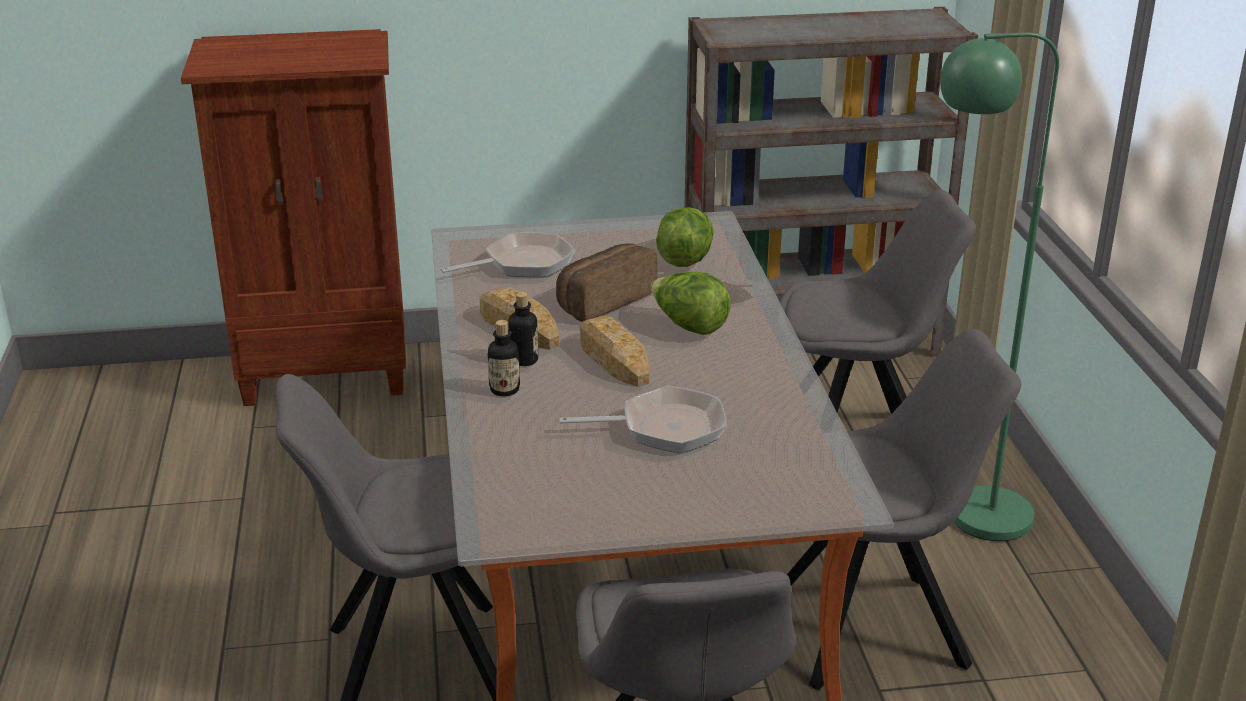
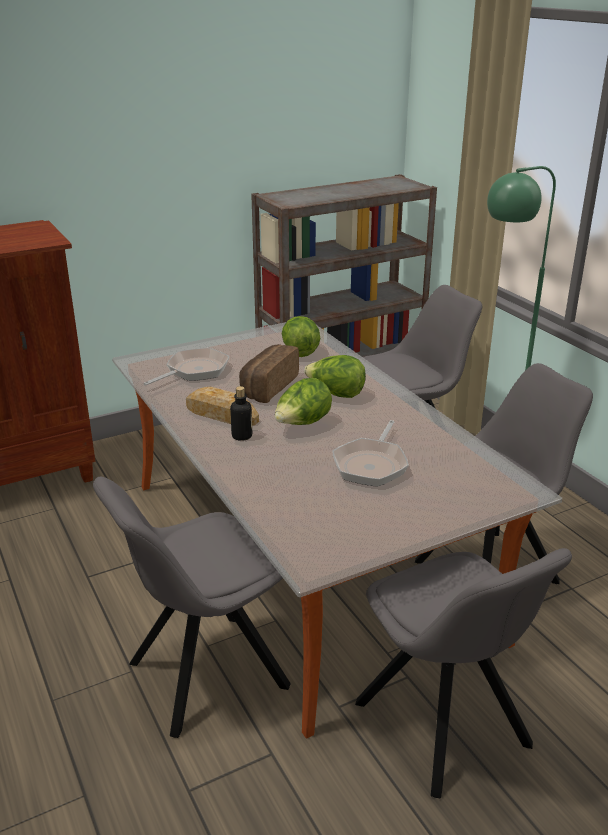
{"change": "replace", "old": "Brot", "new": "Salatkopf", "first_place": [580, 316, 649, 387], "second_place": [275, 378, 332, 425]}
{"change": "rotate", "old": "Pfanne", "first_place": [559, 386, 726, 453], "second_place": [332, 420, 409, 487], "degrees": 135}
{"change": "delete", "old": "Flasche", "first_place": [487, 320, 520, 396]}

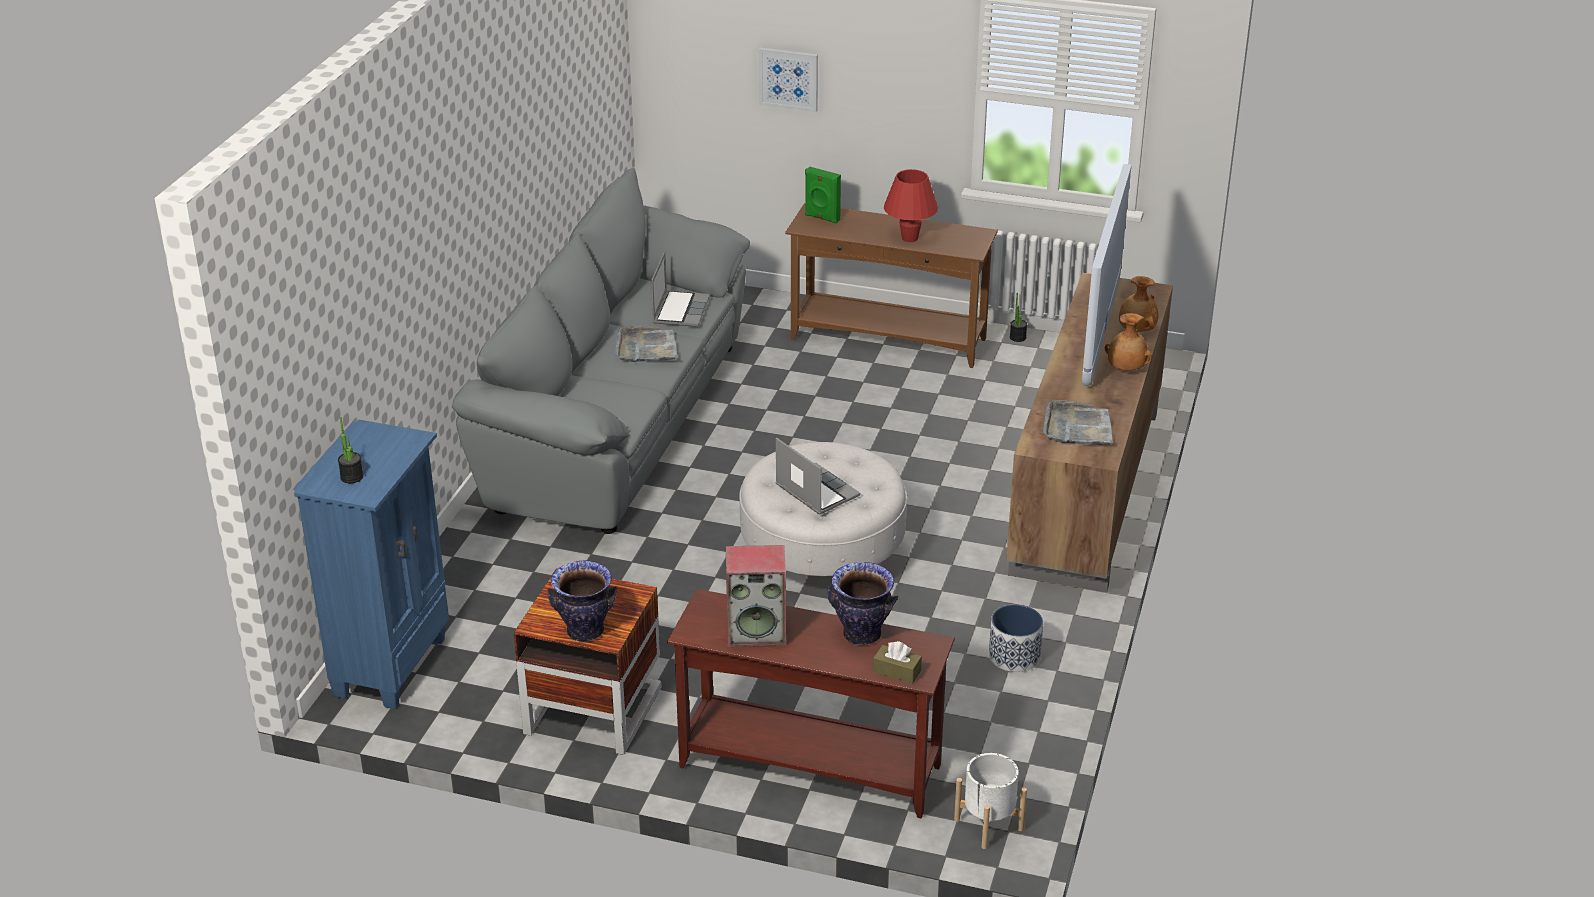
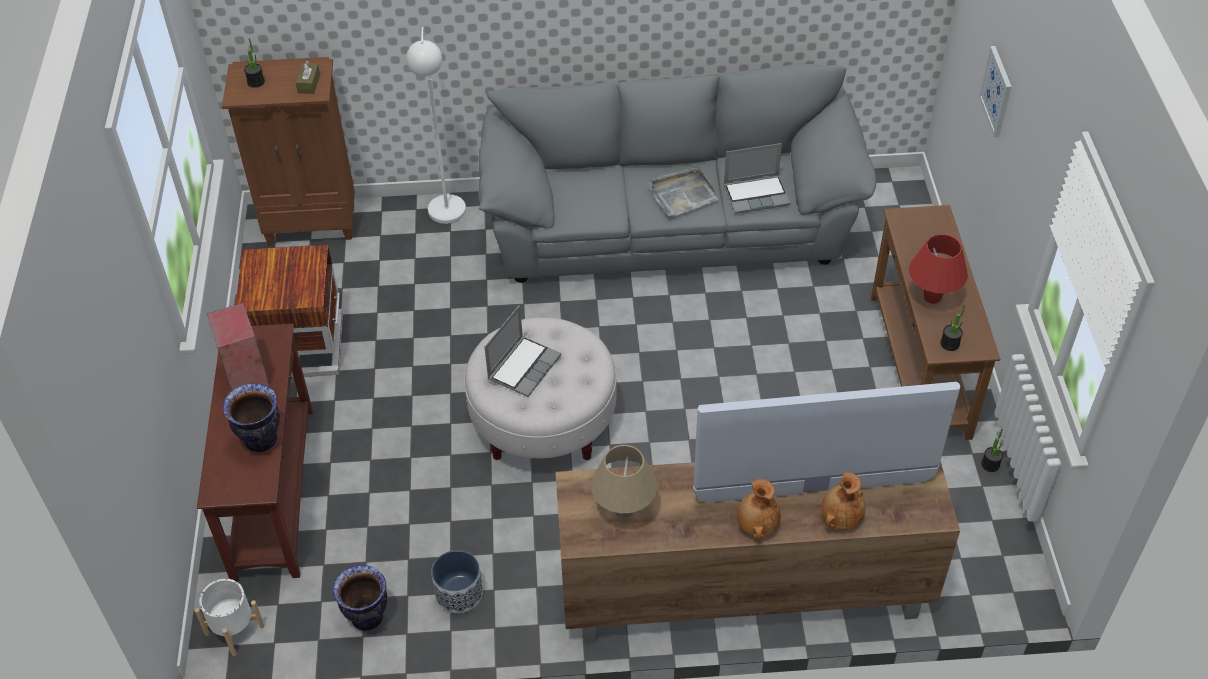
{"change": "recolor", "old": "Schrank [blau]", "new": "Schrank [braun]", "first_place": [292, 420, 449, 709], "second_place": [222, 57, 355, 244]}
{"change": "move", "old": "Taschentuchbox [braun]", "first_place": [873, 641, 922, 684], "second_place": [296, 61, 320, 94]}
{"change": "move", "old": "Vase", "first_place": [547, 561, 617, 641], "second_place": [333, 565, 387, 631]}
{"change": "insert", "new": "Stehlampe [weiß]", "second_place": [406, 27, 466, 224]}
{"change": "replace", "old": "Tablett [grau]", "new": "Tischlampe [beige]", "first_place": [1043, 400, 1113, 445], "second_place": [591, 445, 657, 518]}
{"change": "insert", "new": "Topfpflanze", "second_place": [940, 304, 965, 351]}
{"change": "delete", "old": "Lautsprecher [grün]", "first_place": [805, 167, 841, 224]}

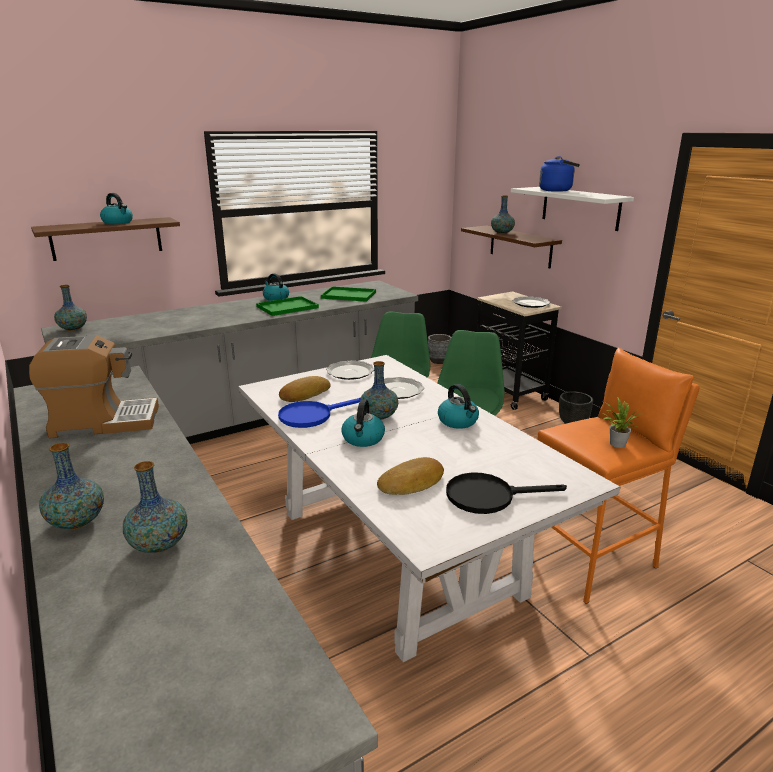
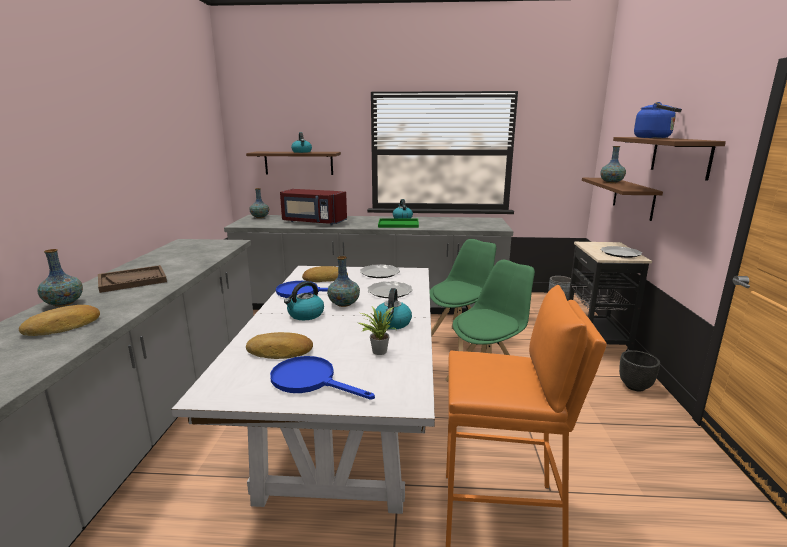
{"change": "replace", "old": "Vase", "new": "Brot", "first_place": [123, 461, 187, 553], "second_place": [19, 305, 100, 336]}
{"change": "insert", "new": "Tablett [braun]", "second_place": [98, 265, 167, 293]}
{"change": "recolor", "old": "Pfanne [schwarz]", "new": "Pfanne [blau]", "first_place": [446, 472, 567, 514], "second_place": [270, 356, 375, 400]}
{"change": "insert", "new": "Mikrowelle [rot]", "second_place": [280, 189, 347, 225]}
{"change": "move", "old": "Topfpflanze", "first_place": [603, 397, 639, 448], "second_place": [358, 307, 396, 355]}
{"change": "recolor", "old": "Wandregal [weiß]", "new": "Wandregal [braun]", "first_place": [511, 187, 634, 231], "second_place": [613, 137, 726, 181]}
{"change": "delete", "old": "Kaffeemaschine", "first_place": [29, 335, 159, 438]}
{"change": "delete", "old": "Tablett [grün]", "first_place": [321, 286, 376, 302]}

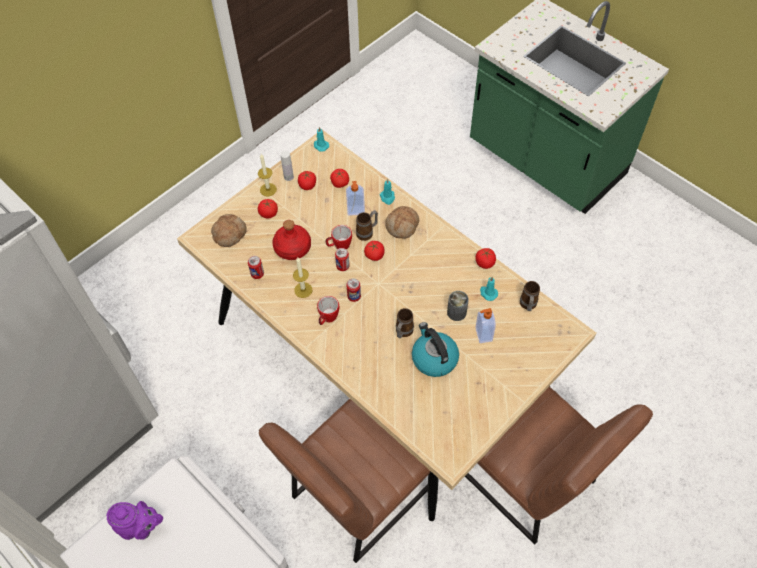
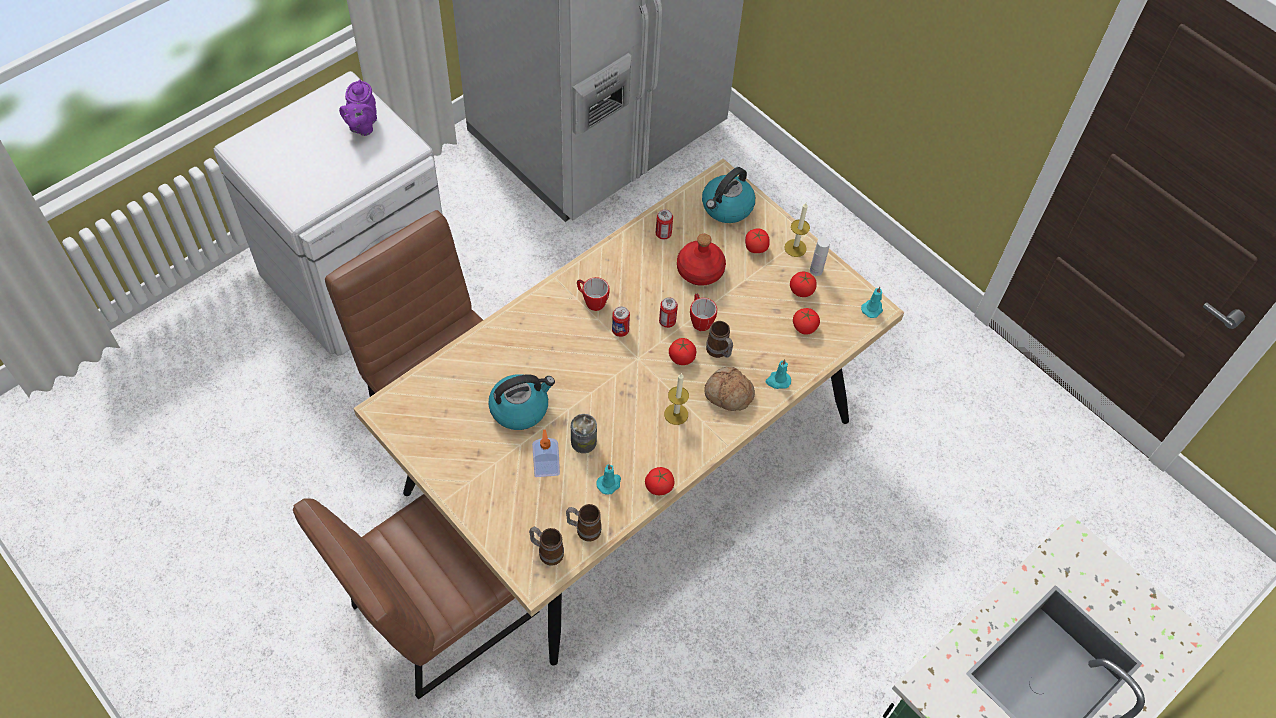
{"change": "move", "old": "Henkelbecher", "first_place": [396, 308, 414, 338], "second_place": [529, 526, 564, 566]}
{"change": "move", "old": "Kerze", "first_place": [293, 258, 312, 298], "second_place": [664, 374, 689, 425]}
{"change": "replace", "old": "Brot", "new": "Wasserkessel", "first_place": [211, 214, 247, 247], "second_place": [702, 167, 755, 223]}
{"change": "delete", "old": "Seifenspender", "first_place": [346, 181, 365, 216]}

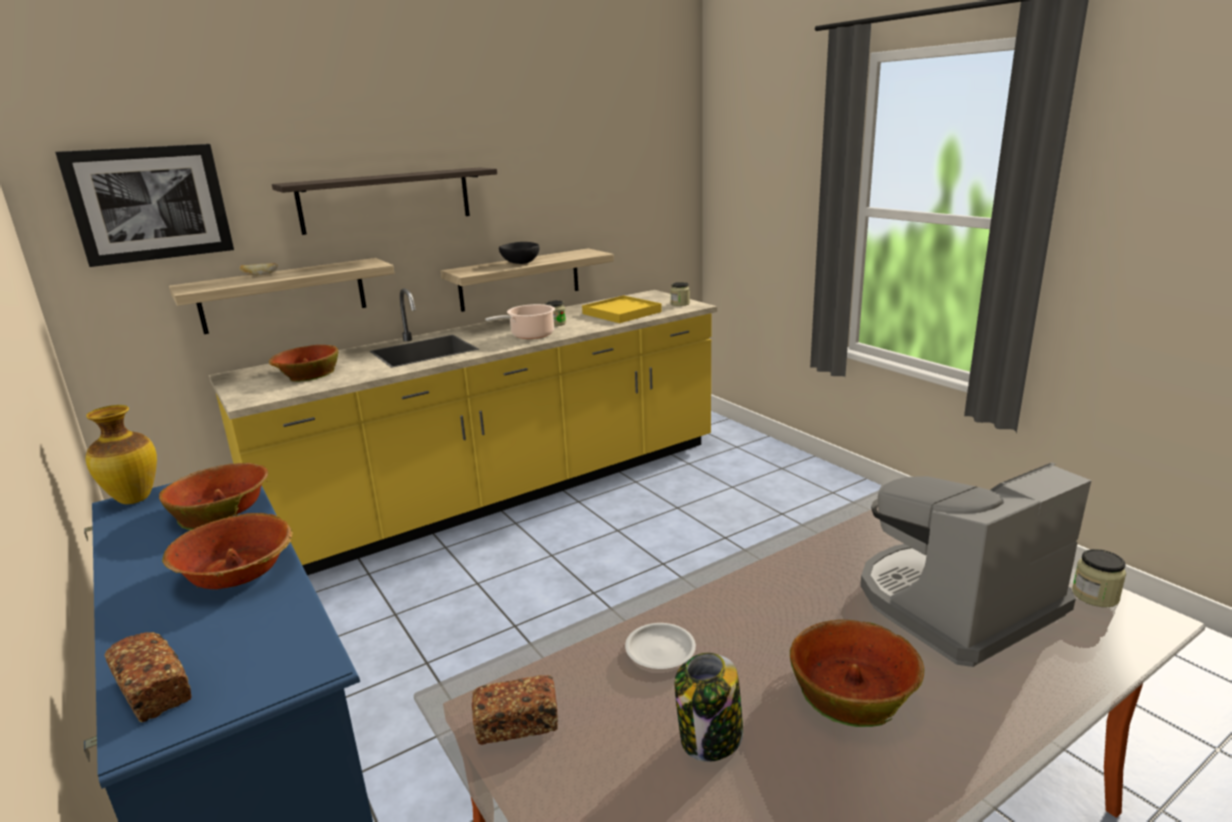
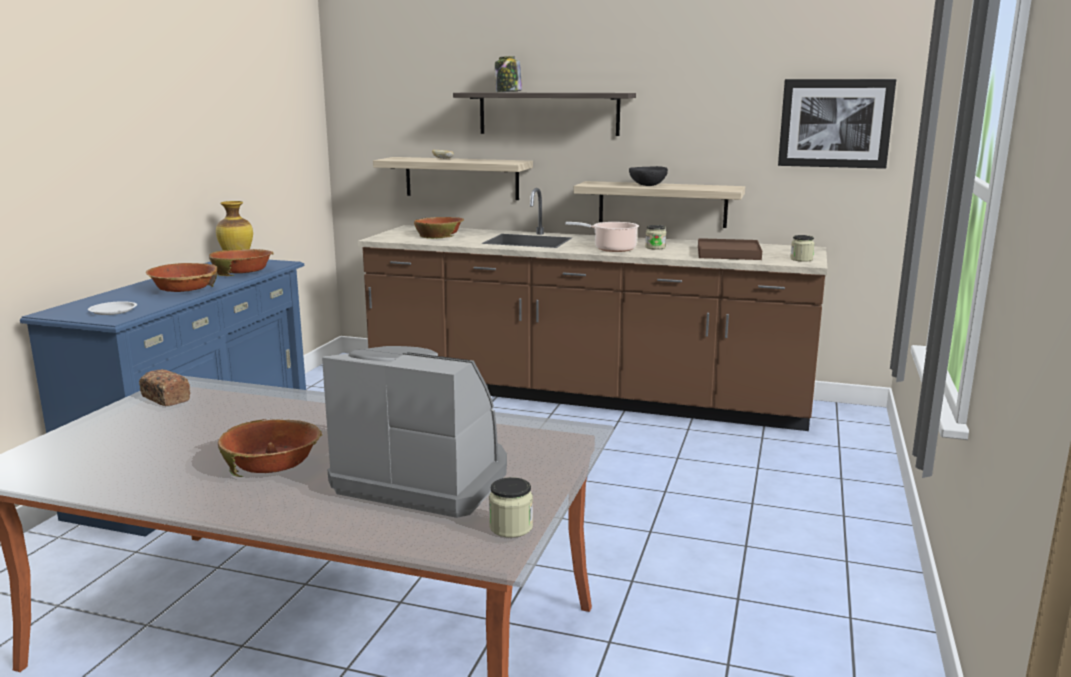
{"change": "move", "old": "Teller [weiß]", "first_place": [625, 623, 696, 669], "second_place": [88, 301, 137, 315]}
{"change": "recolor", "old": "Küchenzeile [gelb]", "new": "Küchenzeile [braun]", "first_place": [209, 288, 717, 575], "second_place": [358, 188, 827, 431]}
{"change": "move", "old": "Vorratsglas", "first_place": [675, 653, 743, 762], "second_place": [495, 56, 522, 92]}
{"change": "recolor", "old": "Tablett [gelb]", "new": "Tablett [braun]", "first_place": [582, 295, 662, 323], "second_place": [698, 238, 762, 260]}
{"change": "move", "old": "Bild", "first_place": [55, 144, 234, 267], "second_place": [778, 79, 896, 169]}
{"change": "delete", "old": "Brot", "first_place": [104, 632, 191, 722]}

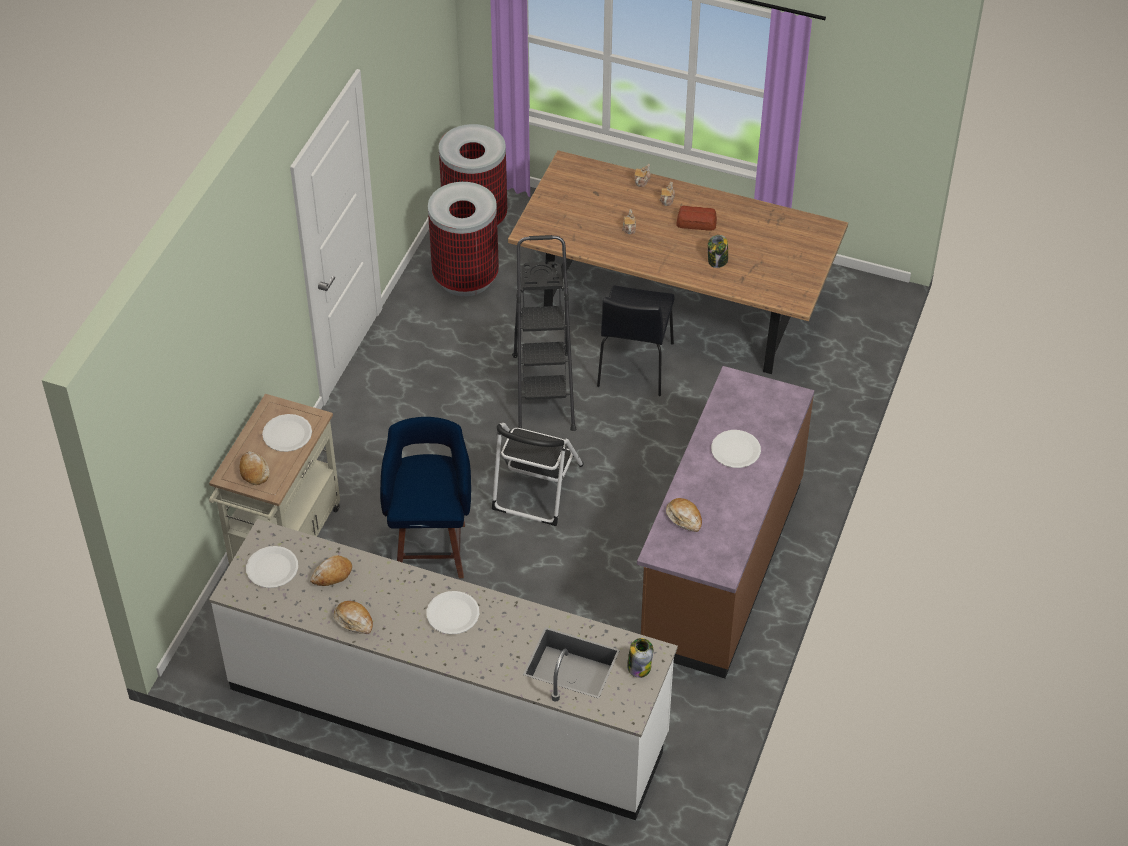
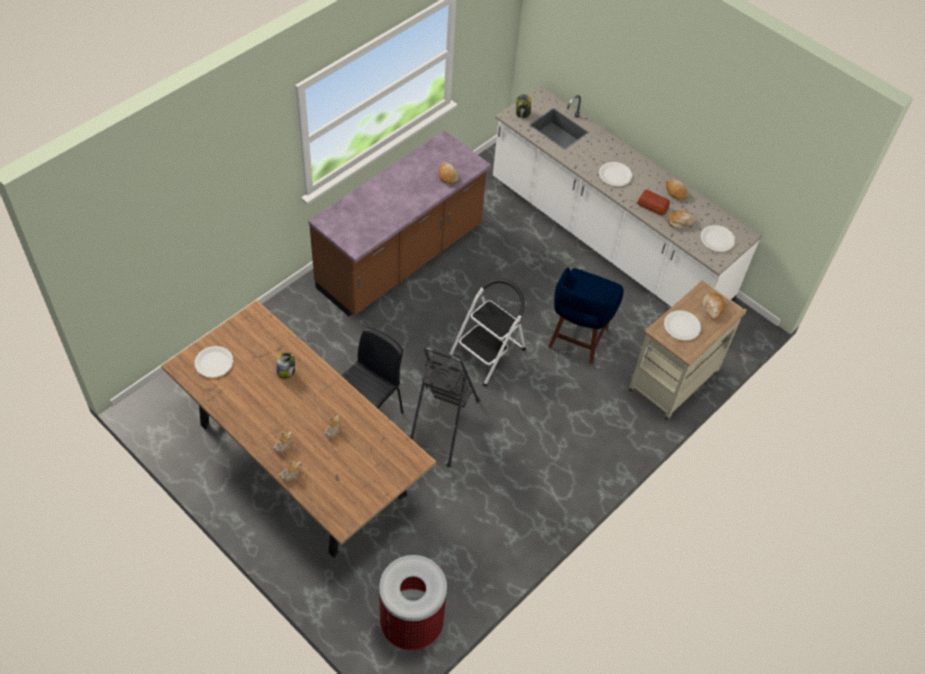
{"change": "move", "old": "Teller [weiß]", "first_place": [711, 430, 761, 468], "second_place": [195, 346, 233, 378]}
{"change": "move", "old": "Brot", "first_place": [676, 206, 717, 231], "second_place": [637, 190, 670, 216]}
{"change": "delete", "old": "Mülleimer", "first_place": [428, 182, 499, 296]}

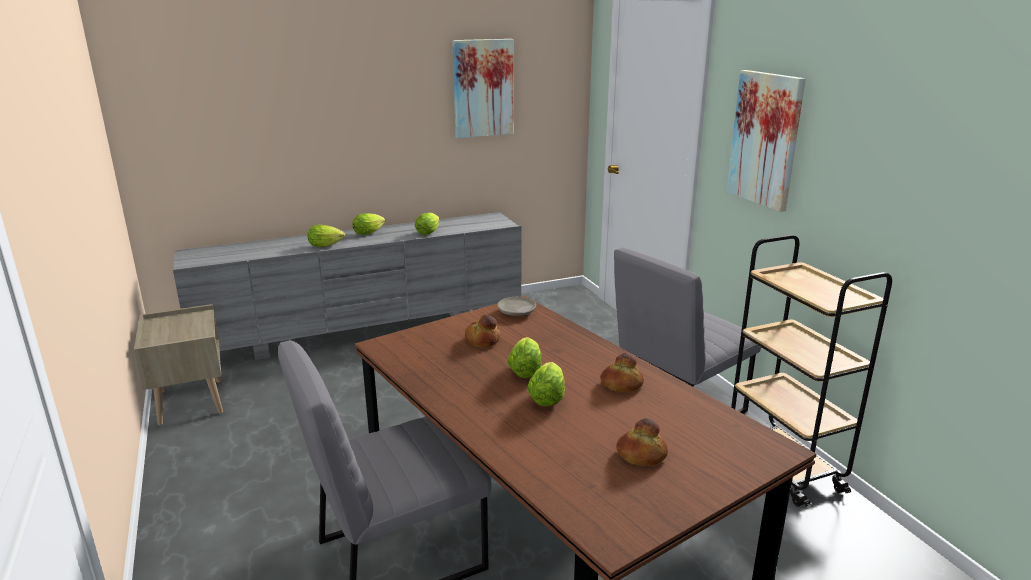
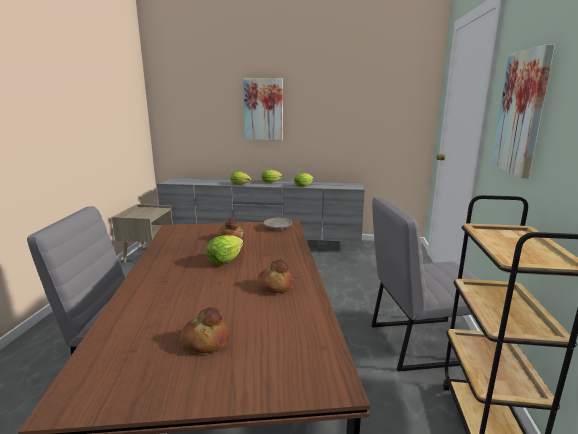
{"change": "move", "old": "Bild", "first_place": [453, 39, 513, 138], "second_place": [243, 78, 283, 140]}
{"change": "delete", "old": "Salatkopf", "first_place": [527, 362, 565, 406]}

